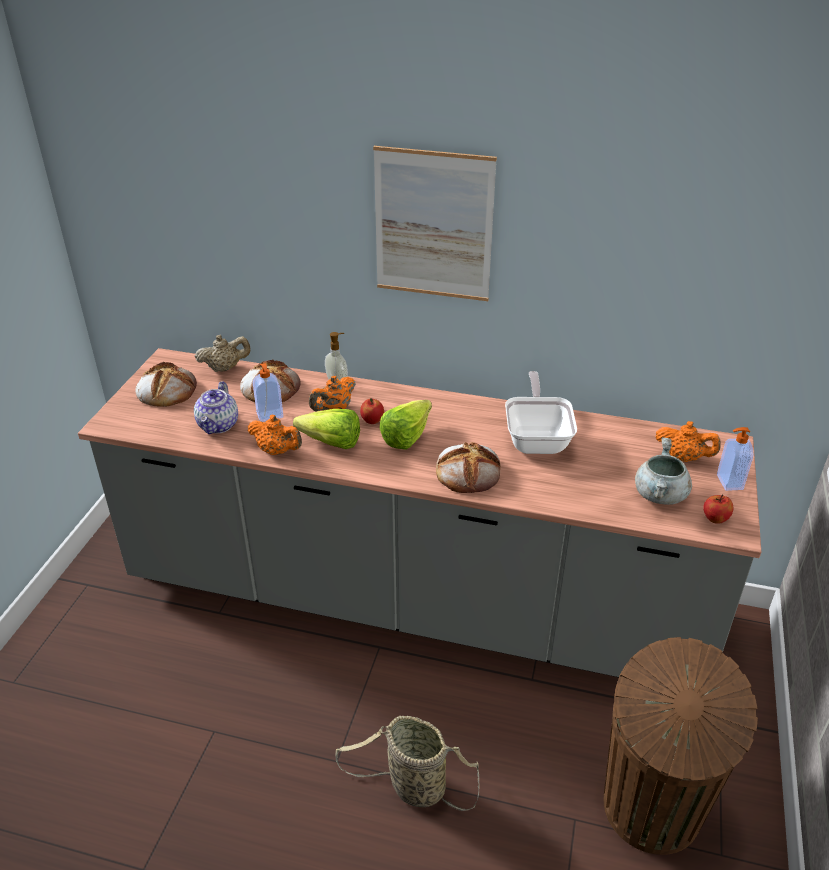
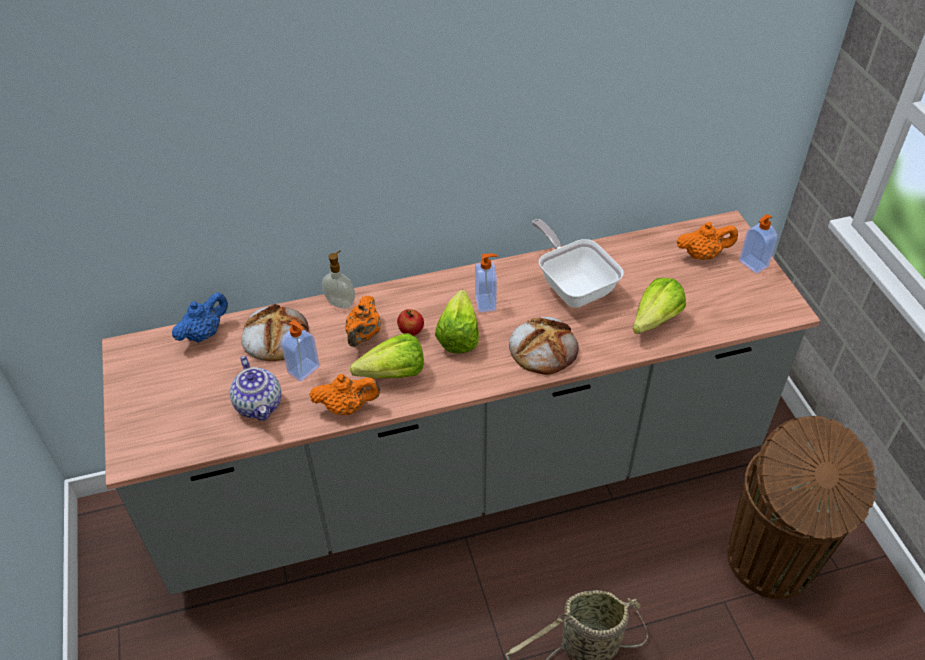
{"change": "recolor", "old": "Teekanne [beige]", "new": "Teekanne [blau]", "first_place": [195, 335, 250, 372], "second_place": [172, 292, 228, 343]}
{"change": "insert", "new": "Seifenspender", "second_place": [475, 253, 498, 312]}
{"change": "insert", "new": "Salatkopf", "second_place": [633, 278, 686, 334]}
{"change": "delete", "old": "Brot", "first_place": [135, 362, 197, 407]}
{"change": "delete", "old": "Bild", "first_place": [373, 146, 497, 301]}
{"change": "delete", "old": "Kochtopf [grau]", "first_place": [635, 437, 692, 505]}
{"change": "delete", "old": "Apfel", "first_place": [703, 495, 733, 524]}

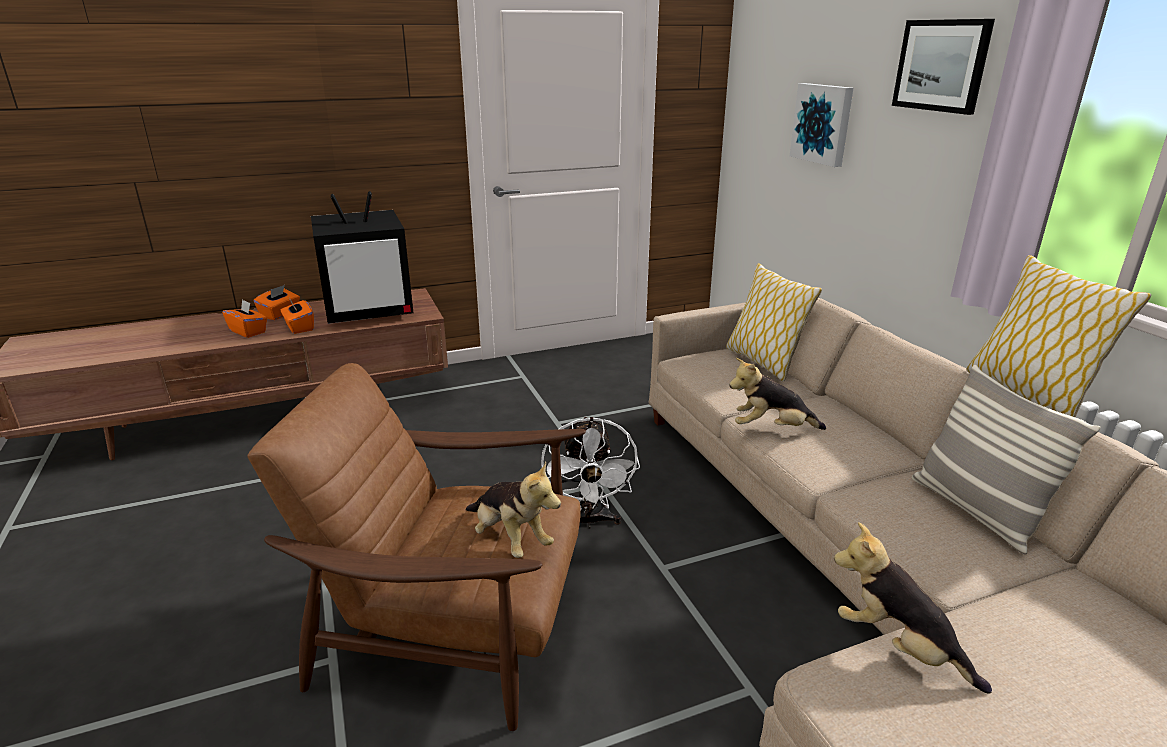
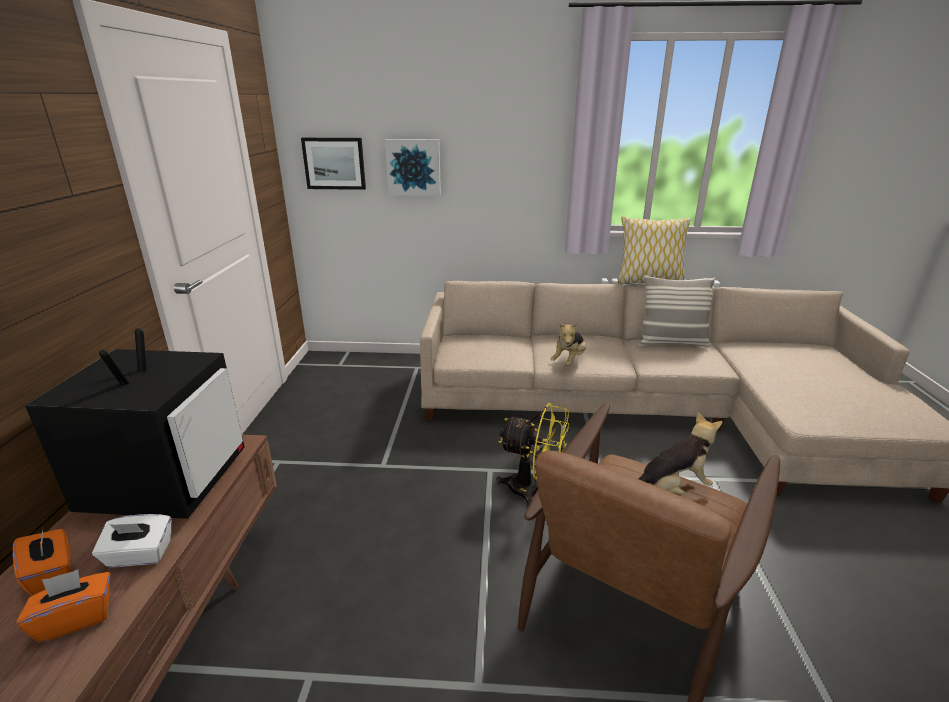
{"change": "recolor", "old": "Taschentuchbox [orange]", "new": "Taschentuchbox [weiß]", "first_place": [281, 298, 314, 334], "second_place": [92, 514, 171, 567]}
{"change": "move", "old": "Bild", "first_place": [892, 19, 995, 115], "second_place": [301, 138, 366, 190]}
{"change": "recolor", "old": "Ventilator [weiß]", "new": "Ventilator [gelb]", "first_place": [541, 416, 640, 529], "second_place": [496, 403, 569, 507]}
{"change": "delete", "old": "Kissen", "first_place": [726, 263, 822, 381]}
{"change": "delete", "old": "Plüschtier", "first_place": [834, 522, 992, 694]}

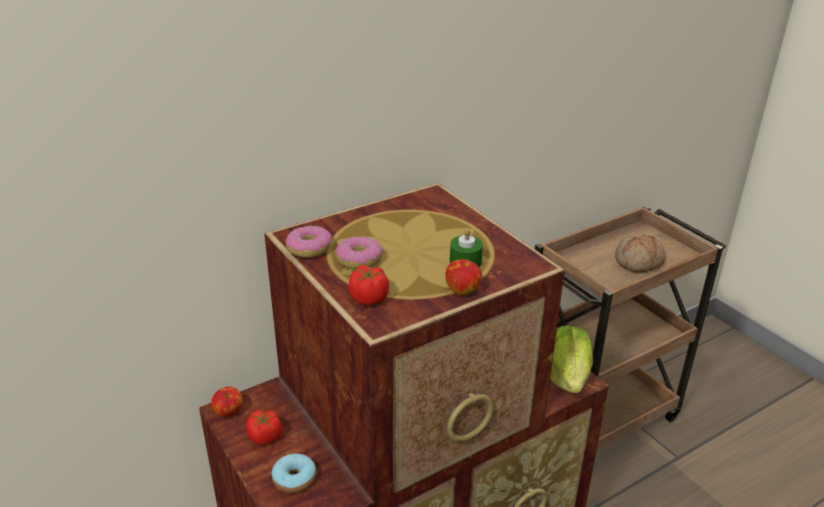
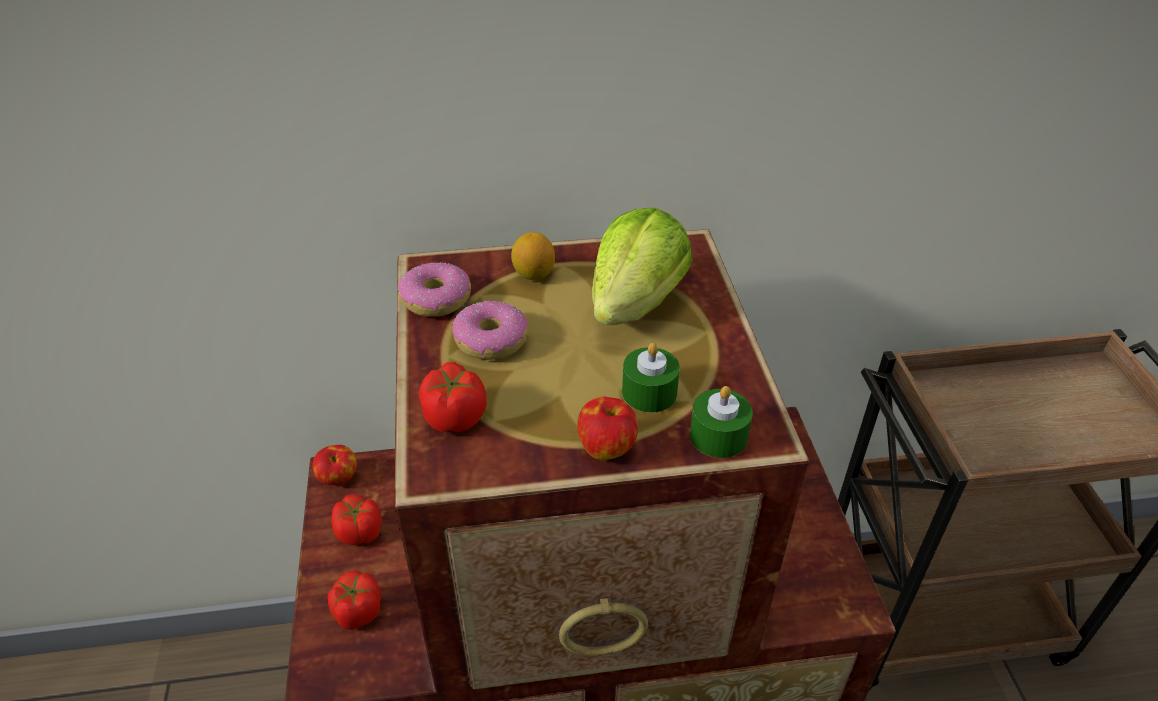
{"change": "replace", "old": "Donut", "new": "Tomate", "first_place": [272, 454, 316, 493], "second_place": [328, 571, 381, 630]}
{"change": "insert", "new": "Zitrone", "second_place": [511, 232, 555, 280]}
{"change": "move", "old": "Salatkopf", "first_place": [550, 325, 593, 393], "second_place": [592, 207, 692, 325]}
{"change": "insert", "new": "Kerze [grün]", "second_place": [690, 386, 753, 458]}
{"change": "delete", "old": "Brot", "first_place": [615, 234, 665, 273]}

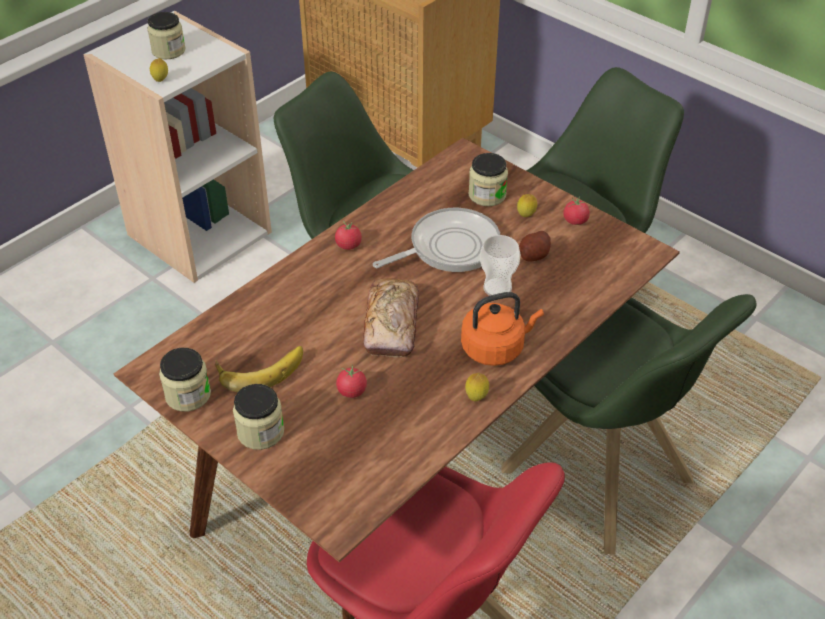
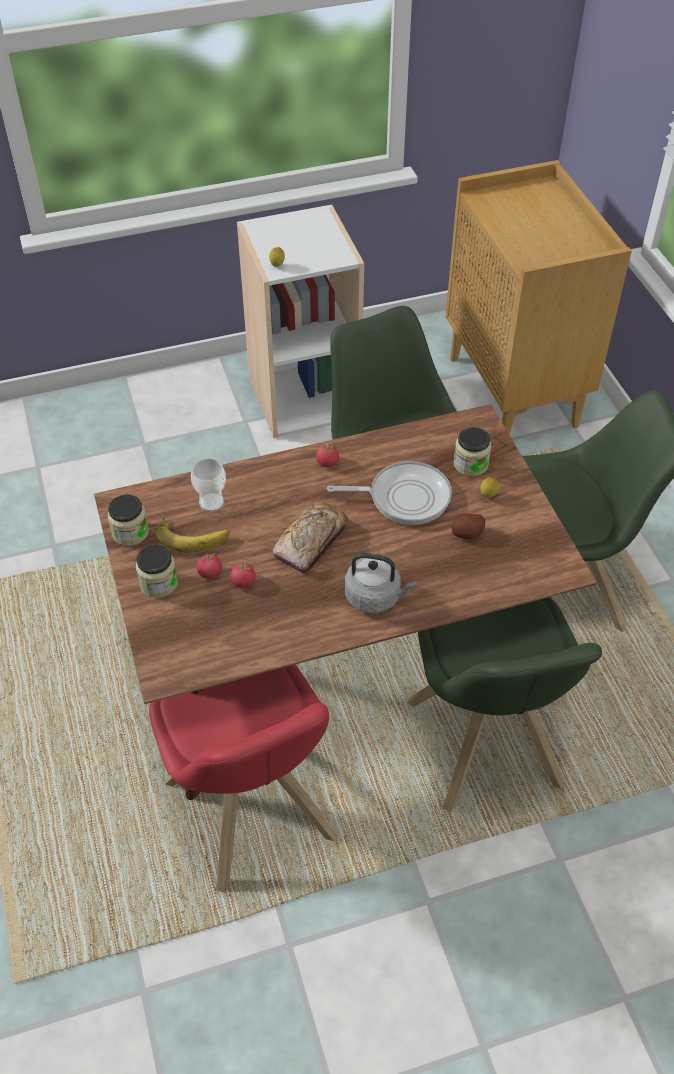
{"change": "move", "old": "Tasse", "first_place": [480, 235, 520, 296], "second_place": [191, 458, 226, 512]}
{"change": "move", "old": "Tomate", "first_place": [563, 196, 590, 225], "second_place": [197, 552, 222, 579]}
{"change": "recolor", "old": "Wasserkessel [orange]", "new": "Wasserkessel [grau]", "first_place": [461, 292, 544, 366], "second_place": [345, 553, 416, 613]}
{"change": "delete", "old": "Vorratsglas", "first_place": [147, 12, 186, 59]}
{"change": "delete", "old": "Zitrone", "first_place": [465, 373, 489, 401]}

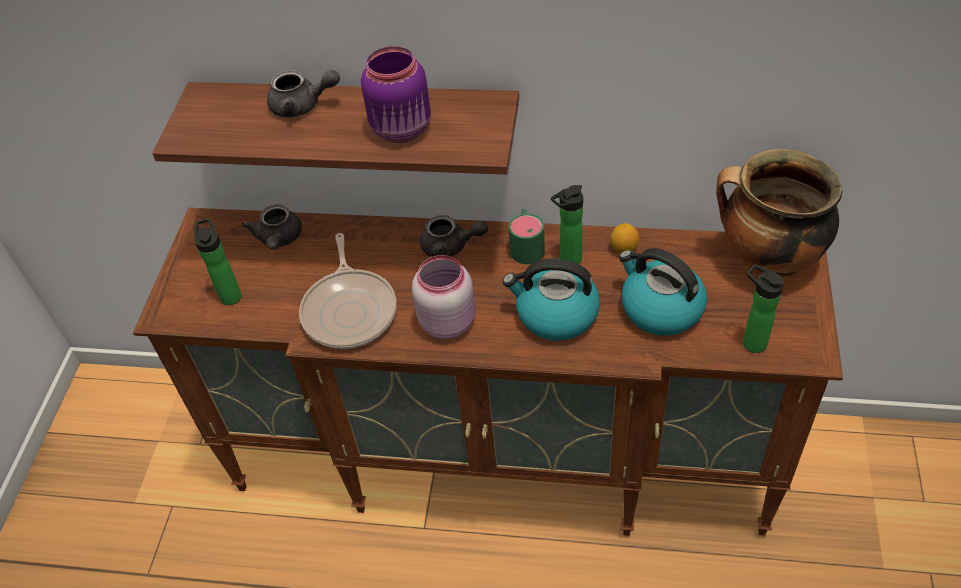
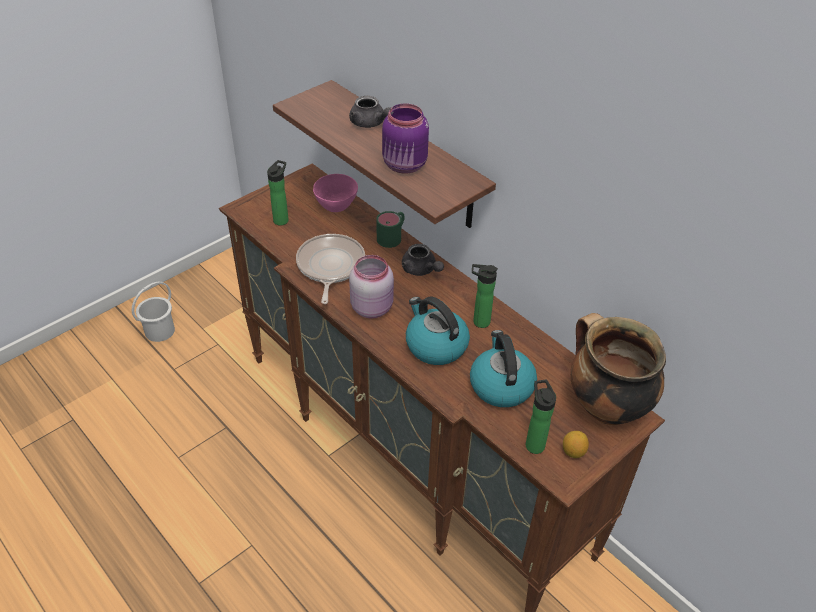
{"change": "insert", "new": "Eimer [weiß]", "second_place": [132, 282, 175, 342]}
{"change": "rotate", "old": "Pfanne", "first_place": [299, 233, 397, 349], "second_place": [296, 234, 365, 304], "degrees": 150}
{"change": "replace", "old": "Teekanne [grau]", "new": "Schüssel [rosa]", "first_place": [242, 205, 302, 250], "second_place": [313, 174, 358, 212]}
{"change": "move", "old": "Henkelbecher [grün]", "first_place": [509, 209, 545, 264], "second_place": [376, 211, 405, 248]}
{"change": "move", "old": "Zitrone", "first_place": [611, 223, 640, 253], "second_place": [563, 431, 589, 458]}

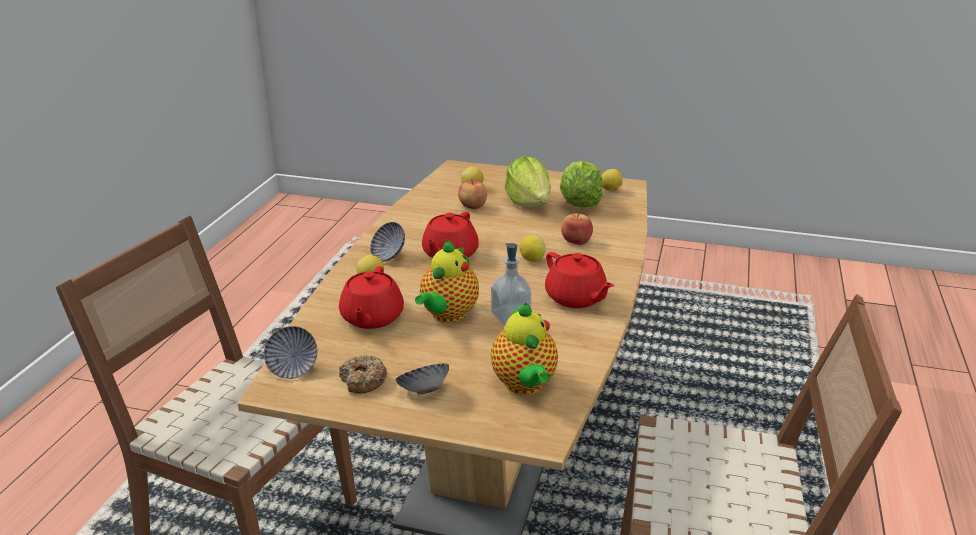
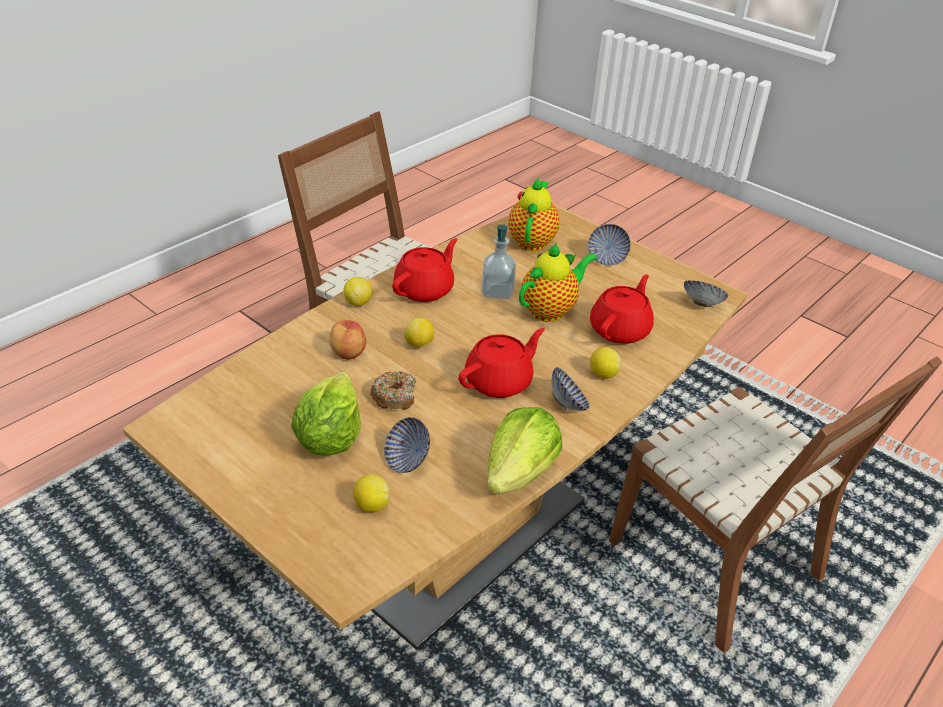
{"change": "move", "old": "Zitrone", "first_place": [602, 169, 623, 191], "second_place": [343, 277, 372, 306]}
{"change": "move", "old": "Donut", "first_place": [339, 355, 387, 394], "second_place": [370, 372, 416, 410]}
{"change": "replace", "old": "Apfel", "new": "Schüssel", "first_place": [458, 179, 487, 209], "second_place": [384, 417, 430, 473]}
{"change": "rotate", "old": "Teekanne [rot]", "first_place": [545, 252, 614, 308], "second_place": [392, 238, 457, 302], "degrees": 45}
{"change": "move", "old": "Salatkopf", "first_place": [560, 161, 603, 208], "second_place": [487, 407, 563, 495]}

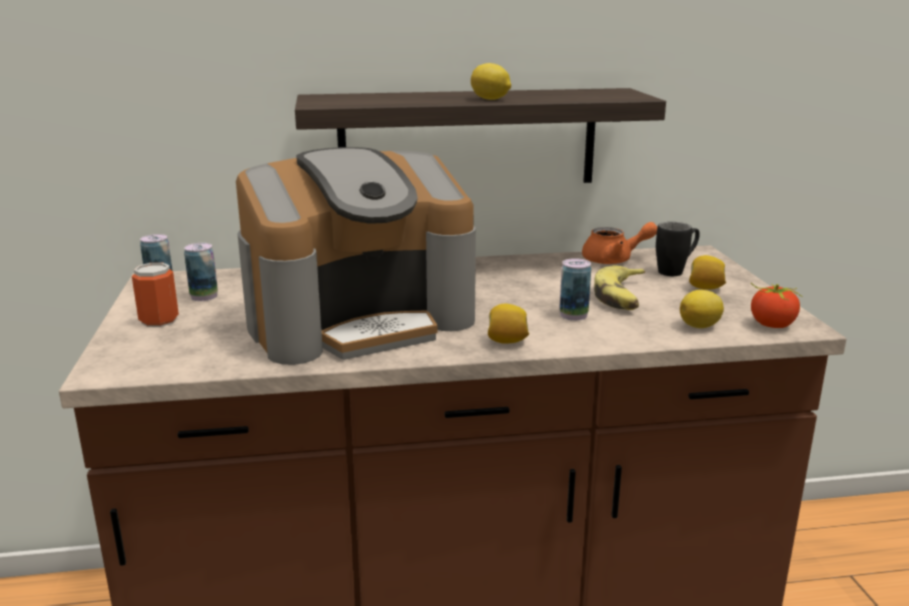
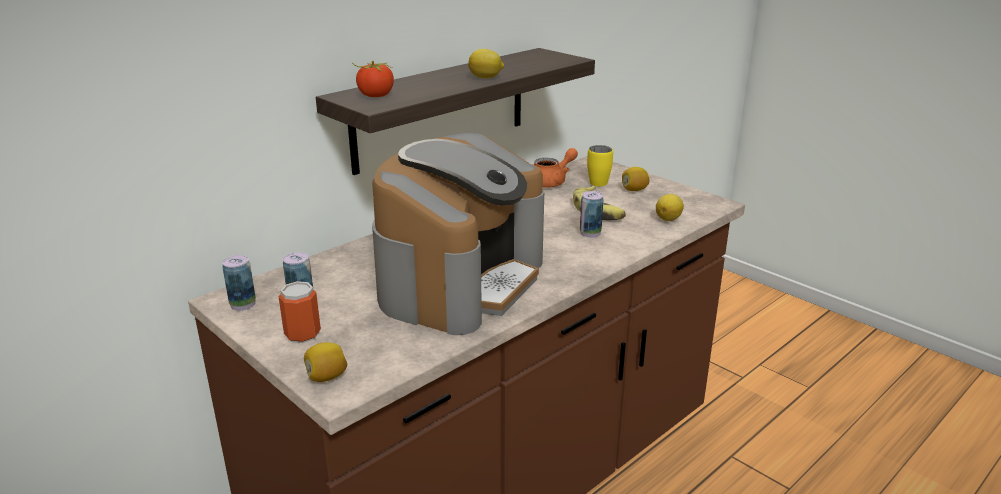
{"change": "move", "old": "Zitrone", "first_place": [488, 304, 529, 344], "second_place": [304, 342, 347, 382]}
{"change": "move", "old": "Tomate", "first_place": [751, 282, 801, 328], "second_place": [352, 61, 394, 97]}
{"change": "recolor", "old": "Henkelbecher [schwarz]", "new": "Henkelbecher [gelb]", "first_place": [656, 222, 700, 276], "second_place": [587, 145, 613, 186]}

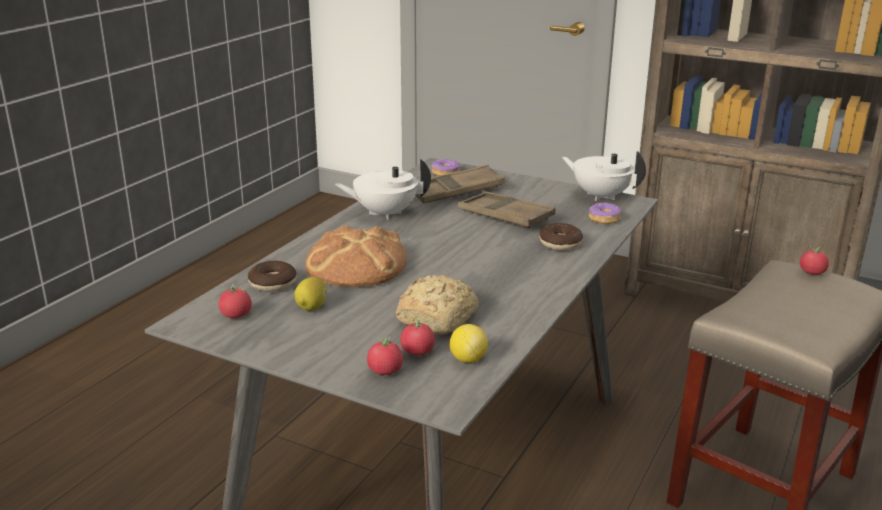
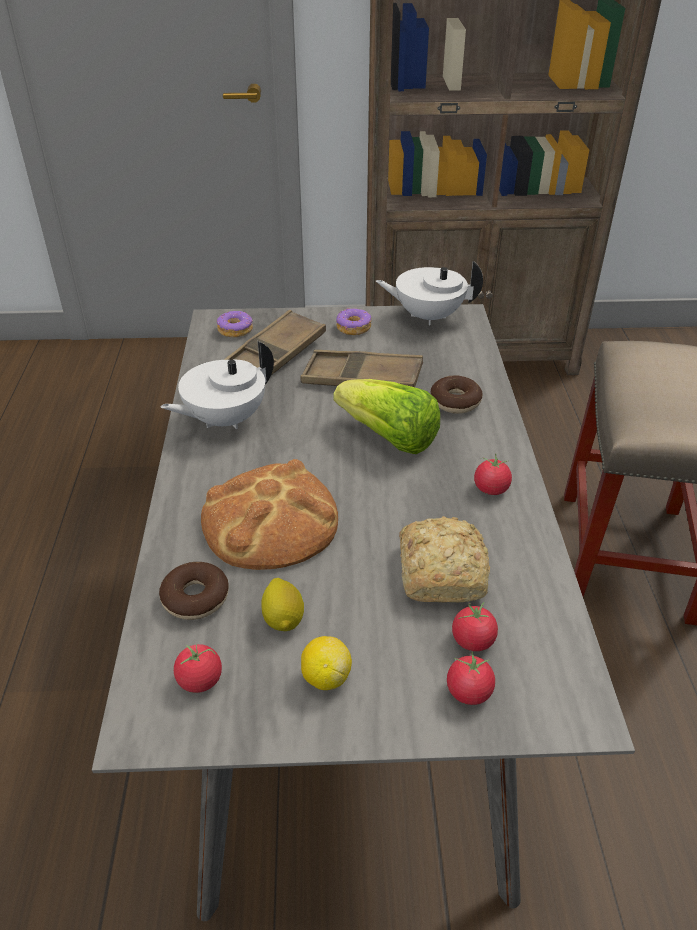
{"change": "move", "old": "Zitrone", "first_place": [450, 324, 488, 363], "second_place": [301, 636, 352, 690]}
{"change": "insert", "new": "Salatkopf", "second_place": [334, 379, 440, 454]}
{"change": "move", "old": "Donut", "first_place": [589, 202, 622, 224], "second_place": [336, 308, 371, 335]}
{"change": "move", "old": "Tomate", "first_place": [800, 245, 829, 275], "second_place": [474, 454, 512, 495]}

